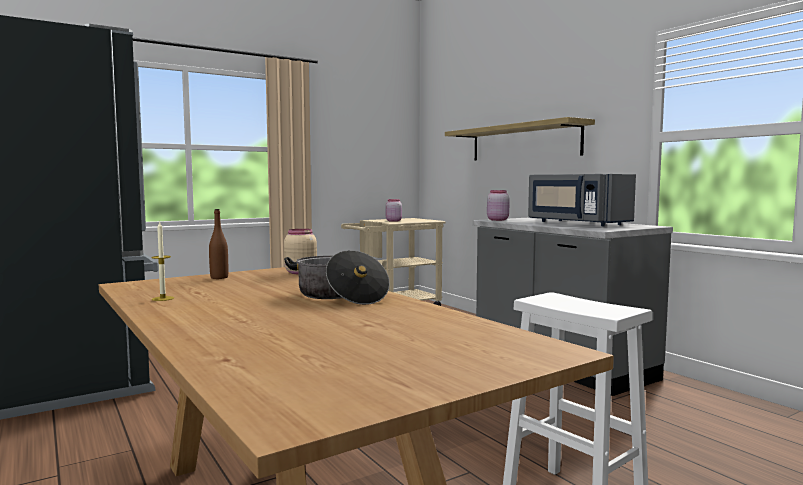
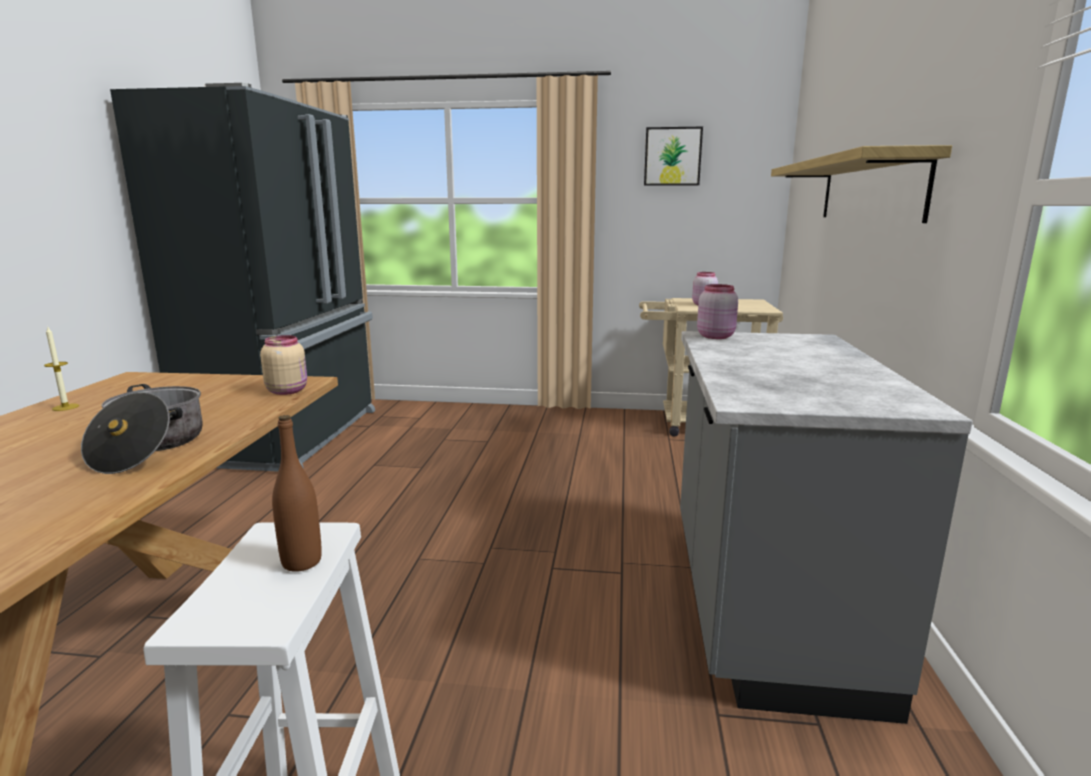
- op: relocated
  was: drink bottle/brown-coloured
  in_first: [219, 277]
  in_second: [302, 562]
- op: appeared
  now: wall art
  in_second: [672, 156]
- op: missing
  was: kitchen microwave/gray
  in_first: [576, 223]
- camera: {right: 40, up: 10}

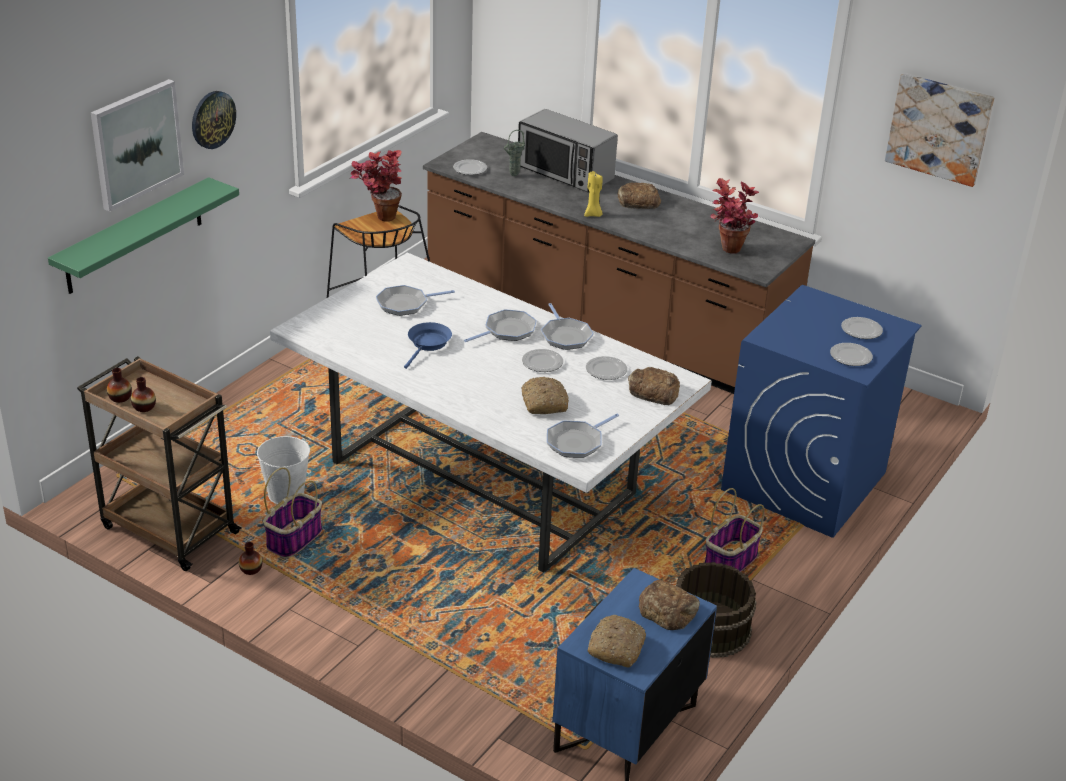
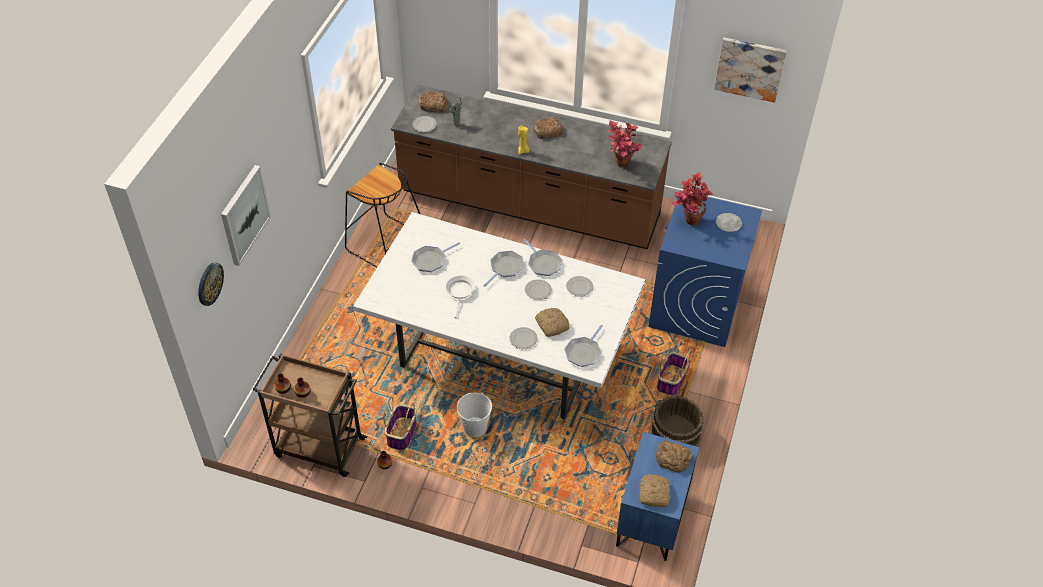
- op: relocated
  was: hanging clock
  in_first: [212, 119]
  in_second: [209, 283]
- op: relocated
  was: bread
  in_first: [653, 391]
  in_second: [433, 105]
- op: colour
  was: frying pan/bluish
  now: frying pan/white-coloured
  in_first: [428, 344]
  in_second: [460, 292]
- op: relocated
  was: bucket/white-coloured
  in_first: [286, 495]
  in_second: [474, 428]
- op: relocated
  was: plate
  in_first: [851, 356]
  in_second: [523, 339]
- op: relocated
  was: plant in a pot
  in_first: [379, 217]
  in_second: [687, 221]
- op: missing
  was: bracket shelf/green-coloured
  in_first: [134, 236]
- op: missing
  was: kitchen microwave
  in_first: [565, 173]
- camera: {right: -15, up: 15}

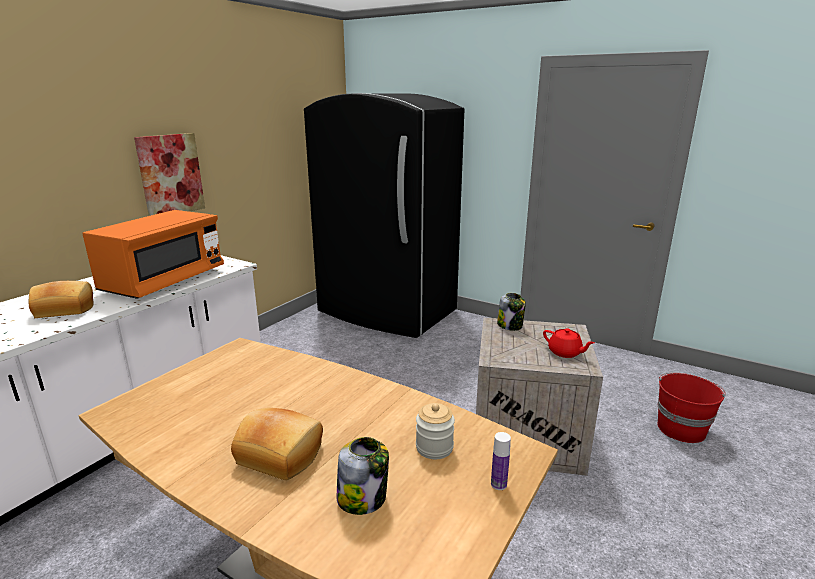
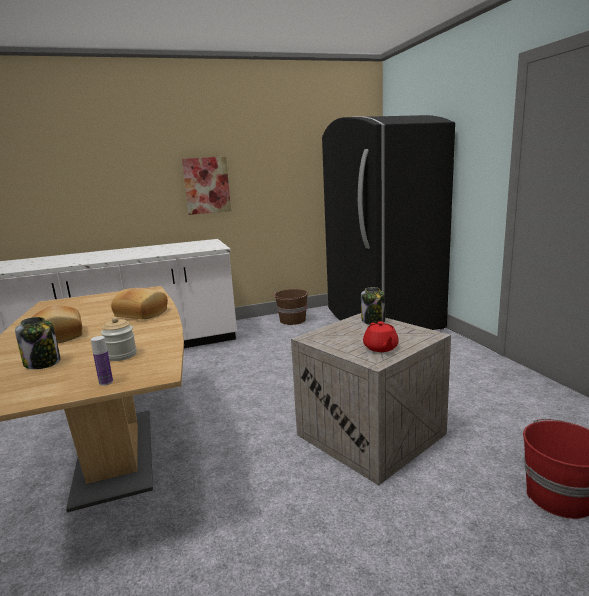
- op: relocated
  was: bread
  in_first: [65, 309]
  in_second: [142, 313]
- op: appeared
  now: bucket/brown-coloured
  in_second: [292, 320]
- op: missing
  was: kitchen microwave/orangey
  in_first: [164, 281]
- camera: {right: 40, up: -5}

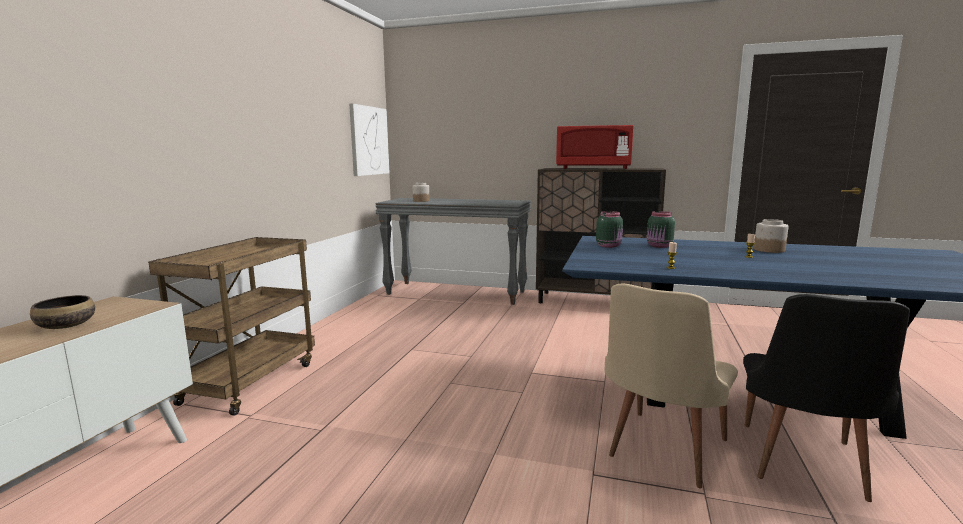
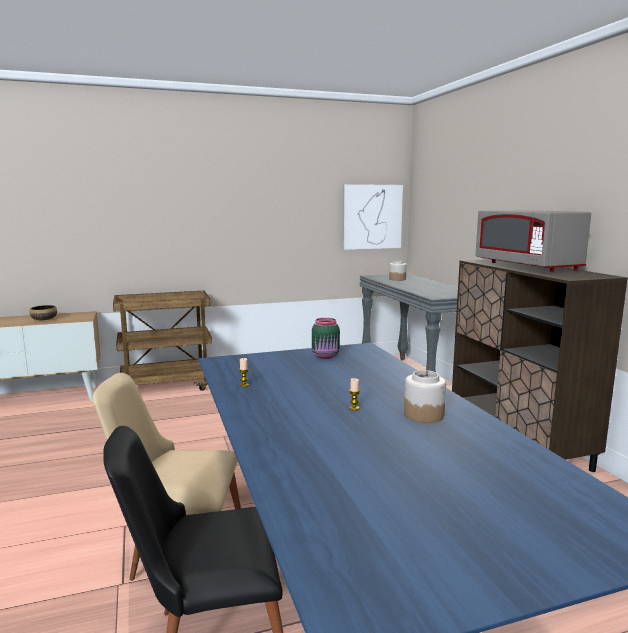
- op: colour
  was: kitchen microwave/reddish
  now: kitchen microwave/gray
  in_first: [593, 168]
  in_second: [527, 266]
- op: missing
  was: preserve jar/green-coloured
  in_first: [659, 246]
- camera: {right: 55, up: 0}

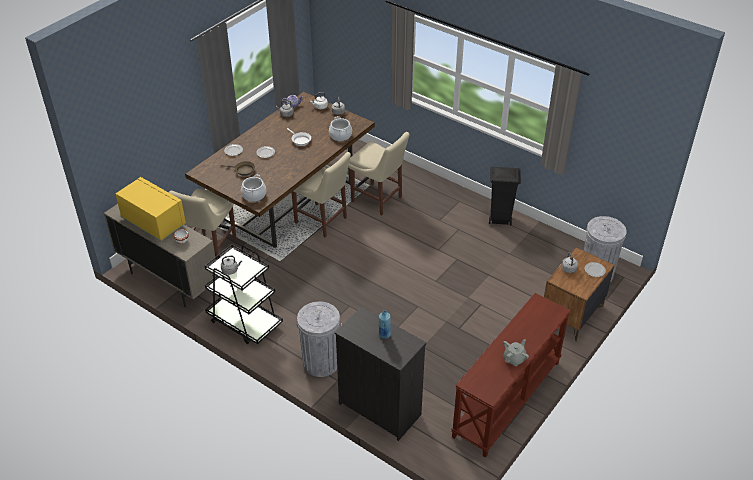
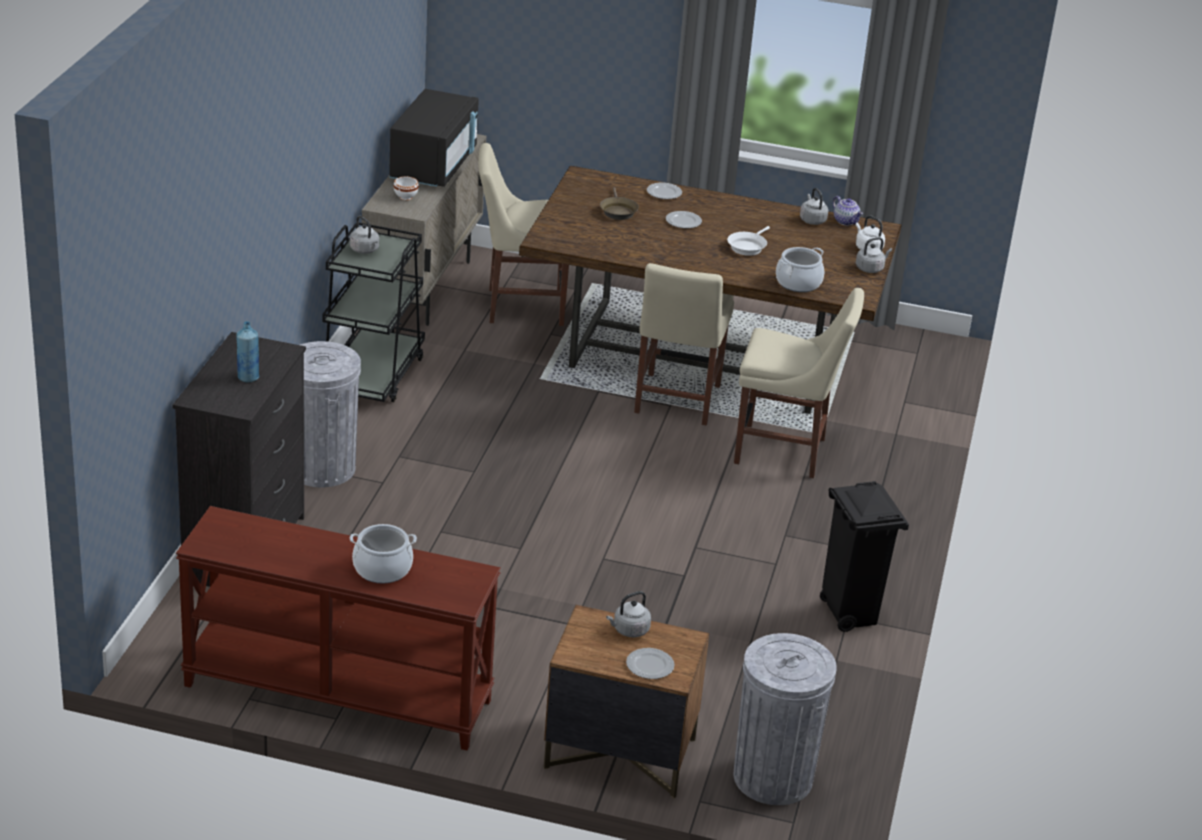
- op: relocated
  was: cooking pot
  in_first: [254, 195]
  in_second: [382, 569]
- op: colour
  was: kitchen microwave/yellowish
  now: kitchen microwave/blackish
  in_first: [153, 222]
  in_second: [434, 166]
- op: spun
  was: plain chair/sand-coloured
  in_first: [378, 200]
  in_second: [785, 452]
  clockwise: -90
- op: missing
  was: teapot/gray
  in_first: [514, 359]
- camera: {right: 65, up: -10}

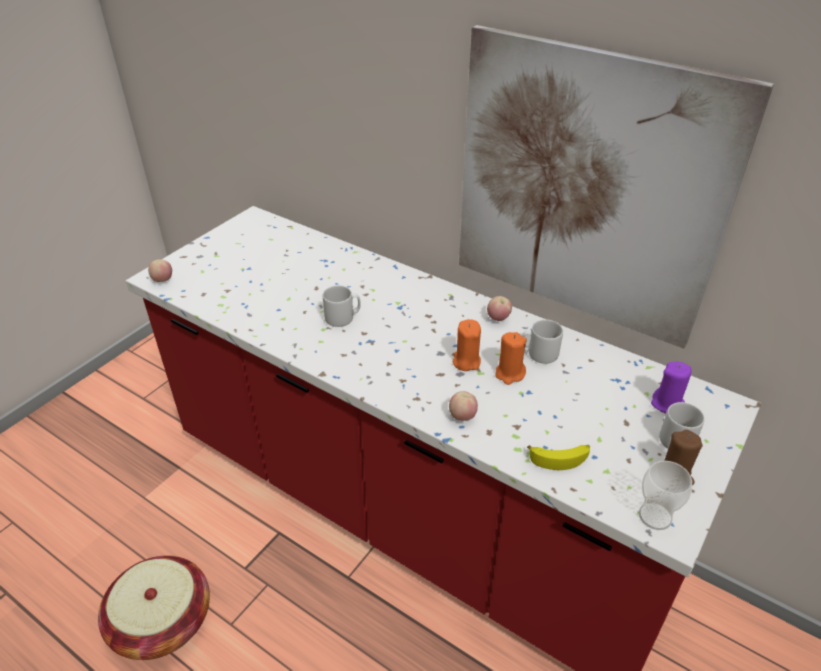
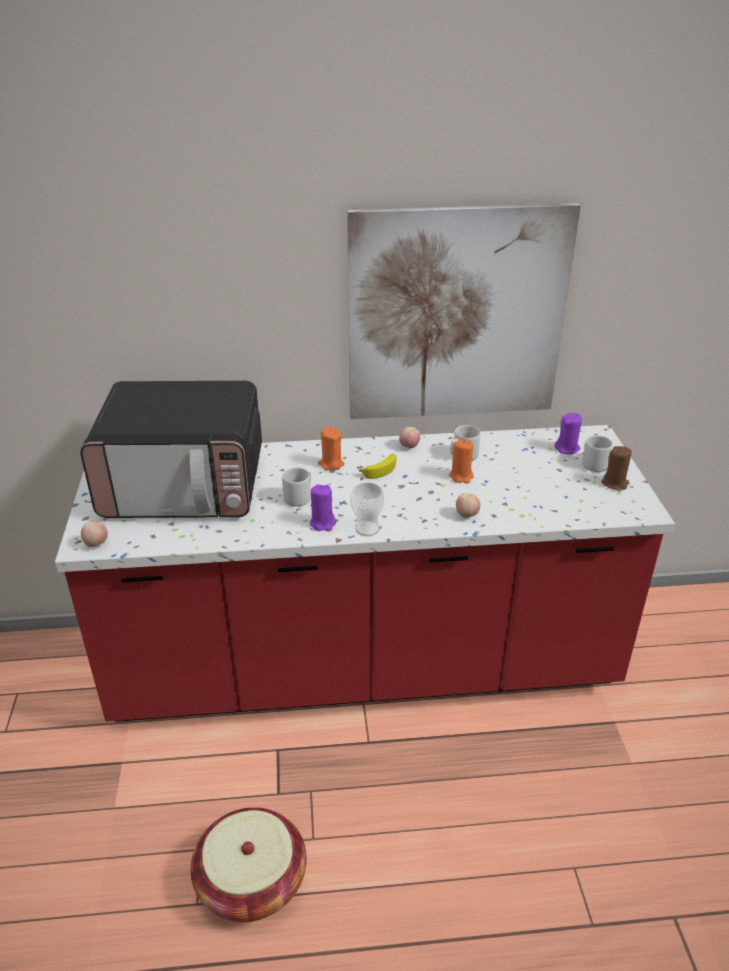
- op: appeared
  now: kitchen microwave
  in_second: [185, 486]
- op: appeared
  now: wax light/purplish
  in_second: [323, 523]
- op: relocated
  was: wax light/orangey
  in_first: [466, 361]
  in_second: [331, 464]
- op: relocated
  was: cup
  in_first: [655, 516]
  in_second: [367, 529]
- op: relocated
  was: banana fruit
  in_first: [560, 458]
  in_second: [380, 469]
- camera: {right: -40, up: -5}

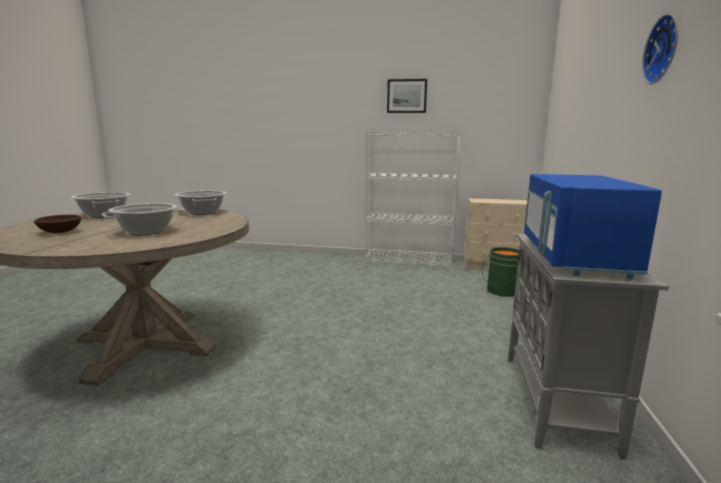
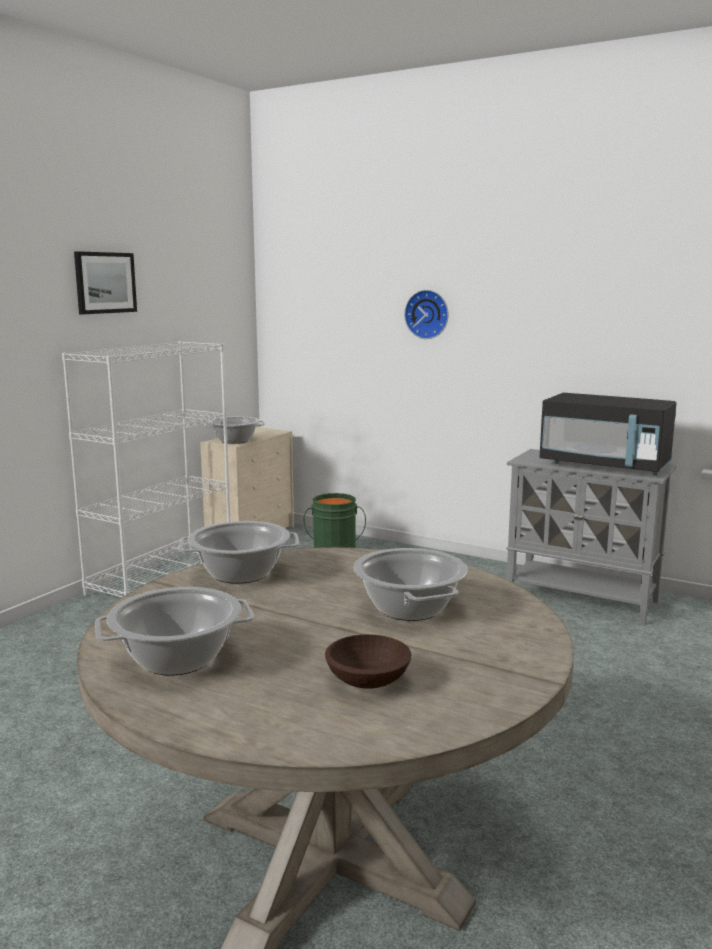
- op: appeared
  now: cooking pot
  in_second: [235, 440]
- op: relocated
  was: hanging clock
  in_first: [665, 49]
  in_second: [427, 314]
- op: colour
  was: kitchen microwave/bluish
  now: kitchen microwave/blackish
  in_first: [573, 258]
  in_second: [605, 466]
- camera: {right: -70, up: 0}

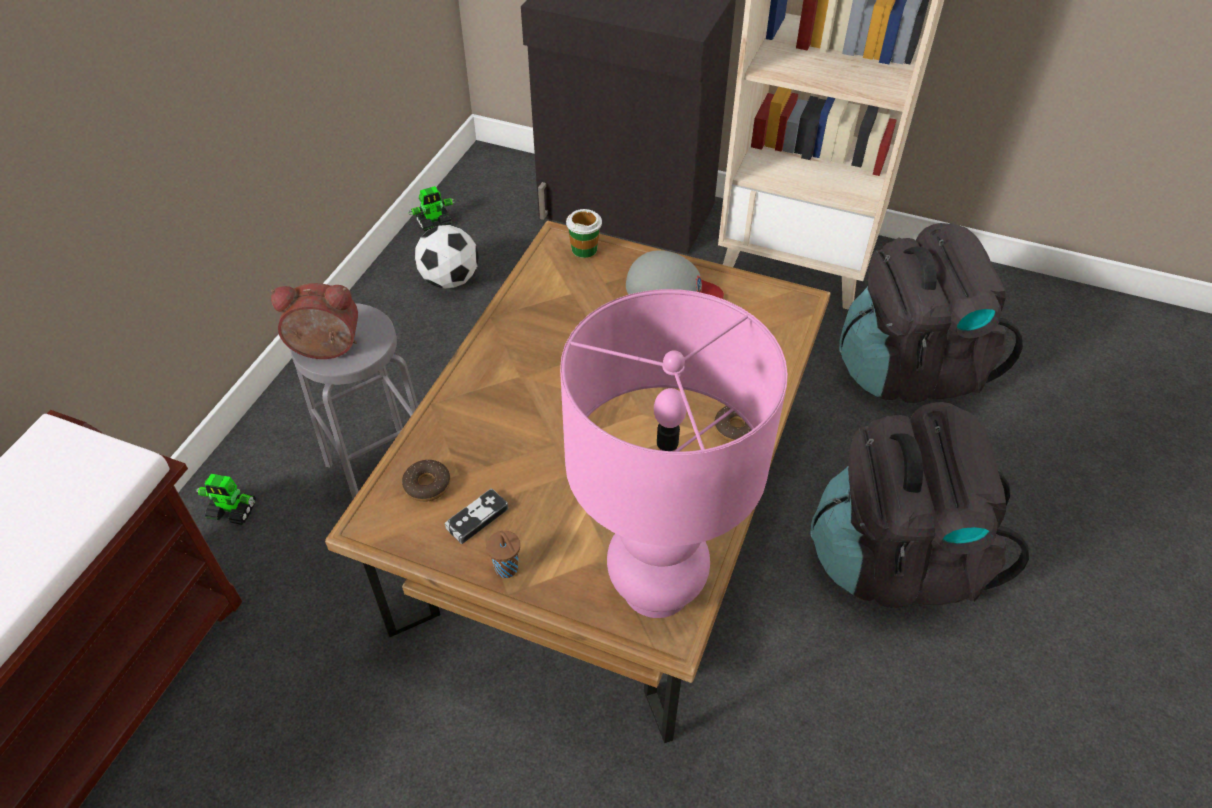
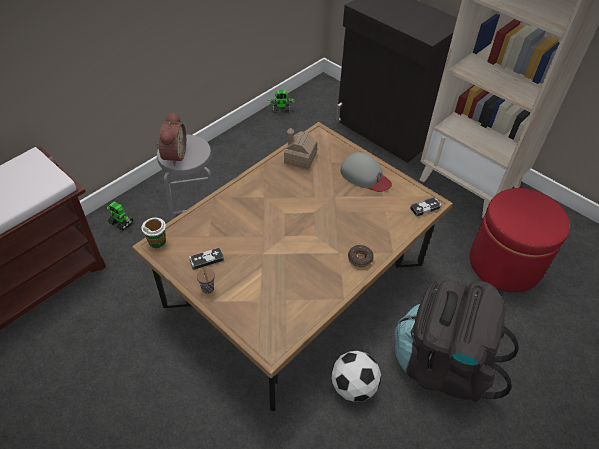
- op: relocated
  was: cup
  in_first: [584, 249]
  in_second: [157, 241]
- op: spun
  was: table clock
  in_first: [326, 350]
  in_second: [173, 155]
  clockwise: 75
- op: appeared
  now: toy house
  in_second: [300, 158]
- op: relocated
  was: ball for football
  in_first: [450, 280]
  in_second: [353, 386]
- op: appeared
  now: joypad
  in_second: [425, 208]
- op: exchanged
  was: backpack/blackish
  now: pouffe/reddish
  in_first: [910, 369]
  in_second: [504, 263]
- op: missing
  was: doughnut
  in_first: [427, 485]
- op: missing
  was: tabletop lamp/pinkish
  in_first: [657, 586]
- camera: {right: 20, up: 0}

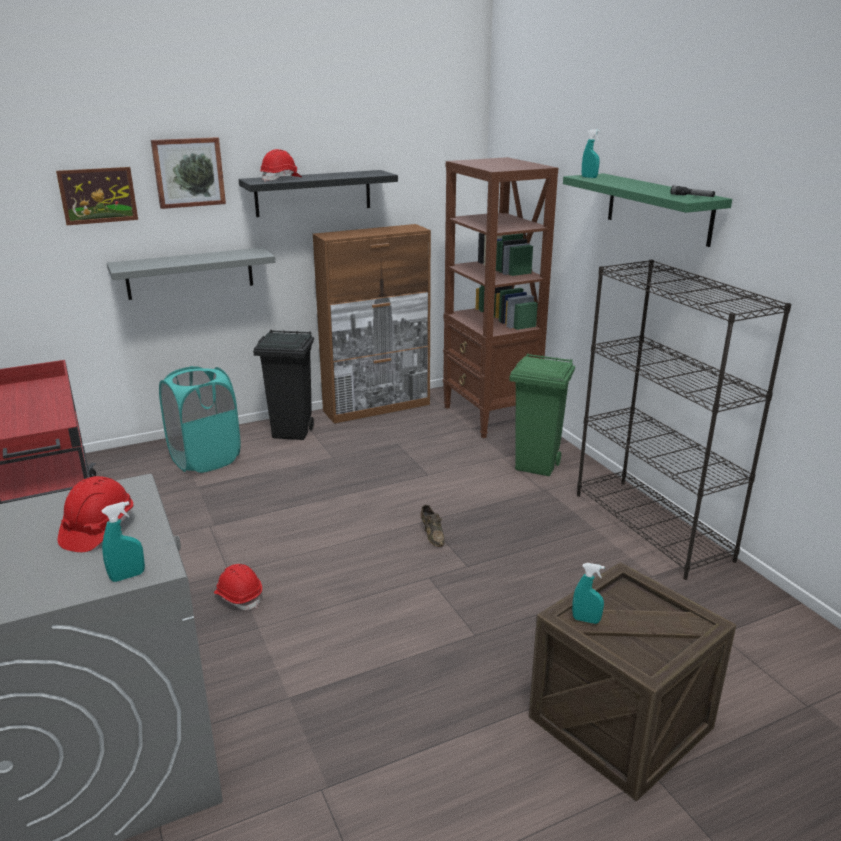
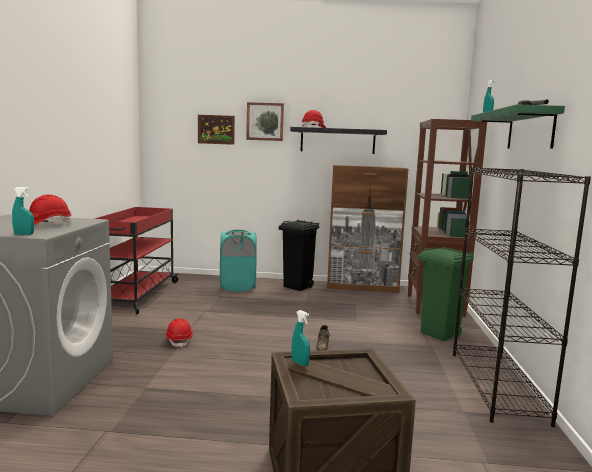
- op: missing
  was: bracket shelf/gray
  in_first: [190, 273]
- camera: {right: 30, up: -15}

